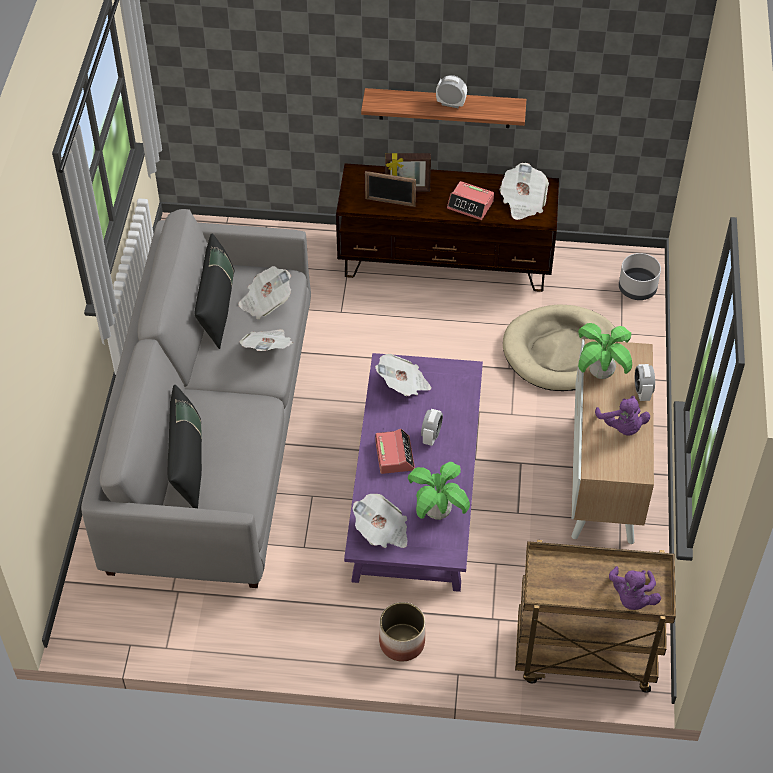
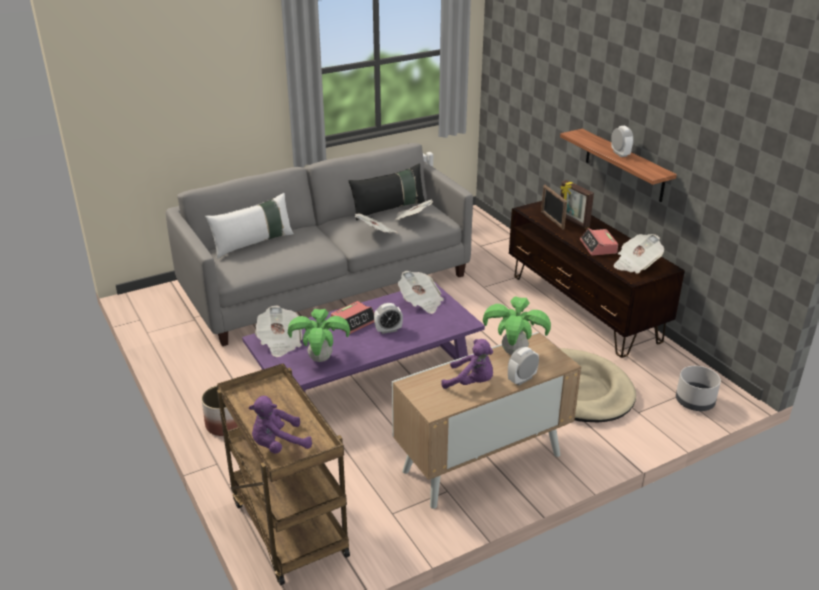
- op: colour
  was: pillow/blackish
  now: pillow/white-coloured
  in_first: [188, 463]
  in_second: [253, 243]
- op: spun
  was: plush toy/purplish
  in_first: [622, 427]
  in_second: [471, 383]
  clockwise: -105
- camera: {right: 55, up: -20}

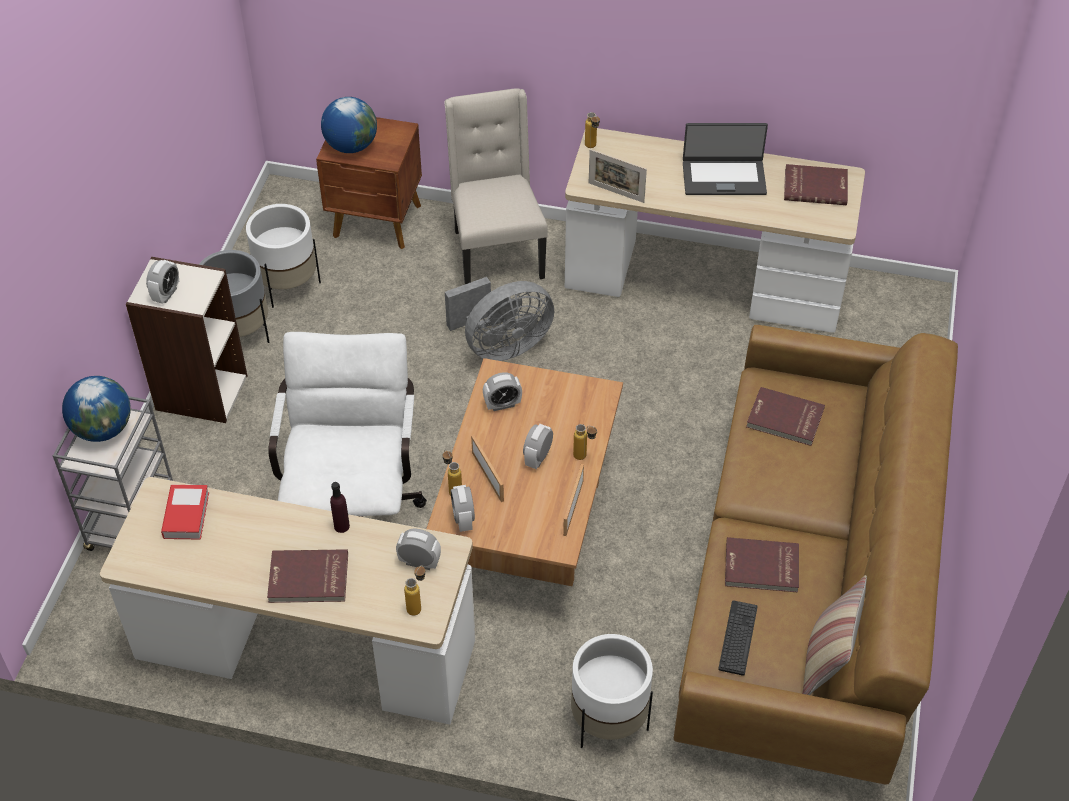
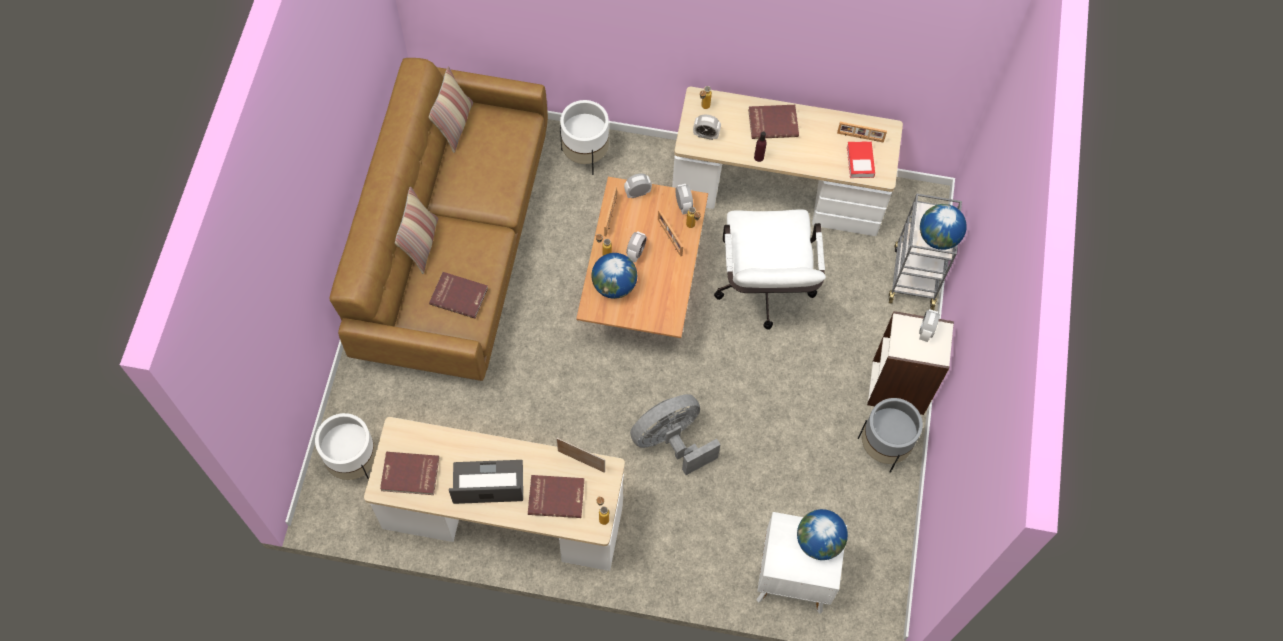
- op: relocated
  was: plant pot/white-coloured
  in_first: [288, 286]
  in_second: [353, 462]
- op: appeared
  now: pillow
  in_second: [421, 244]
- op: relocated
  was: bound book/reddish
  in_first: [761, 568]
  in_second: [556, 496]
- op: appeared
  now: globe
  in_second: [614, 285]
- op: relocated
  was: table clock
  in_first: [502, 404]
  in_second: [637, 193]
- op: colour
  was: night table/brown-coloured
  now: night table/white-coloured
  in_first: [378, 222]
  in_second: [792, 577]
- op: appeared
  now: picture frame
  in_second: [860, 137]
- op: missing
  was: plain chair/sand-coloured
  in_first: [496, 253]
- op: missing
  was: PC keyboard
  in_first: [738, 638]
- camera: {right: 175, up: 15}

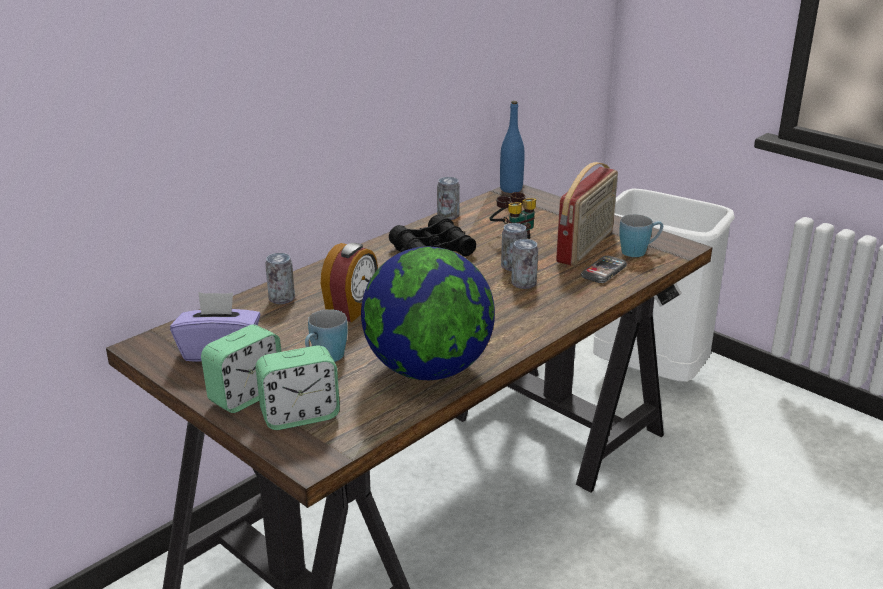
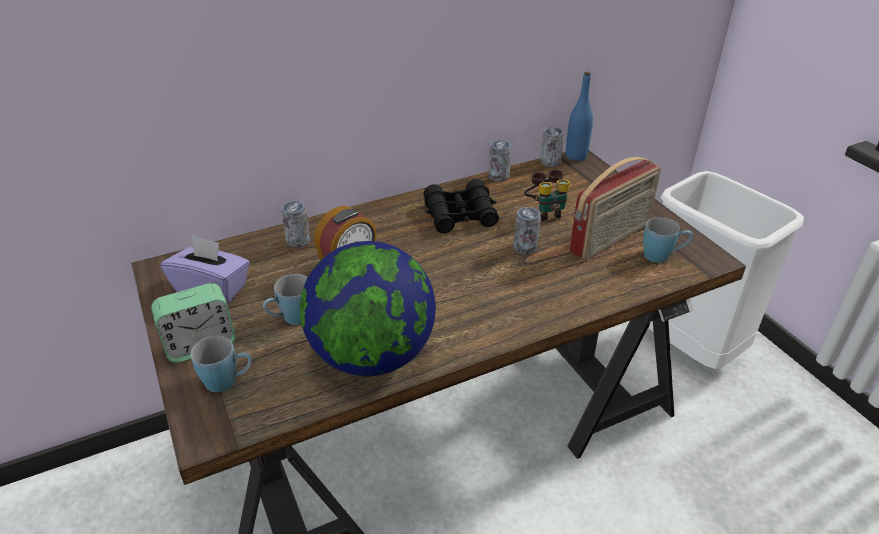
- op: exchanged
  was: table clock
  now: tea mug/bluish
  in_first: [300, 416]
  in_second: [228, 381]
- op: relocated
  was: metal can
  in_first: [523, 283]
  in_second: [550, 163]
- op: missing
  was: phone
  in_first: [603, 271]
- camera: {right: 20, up: 10}

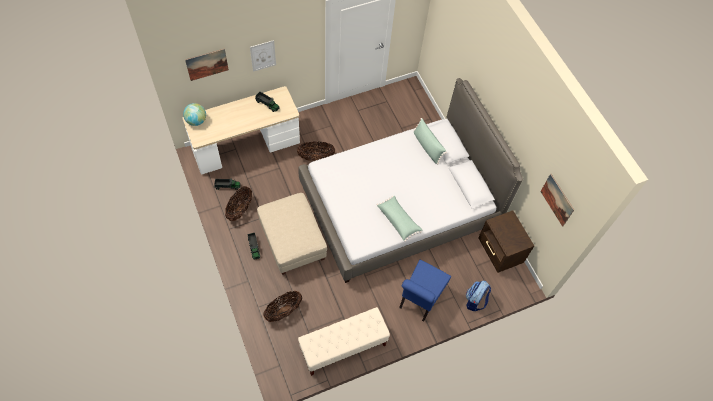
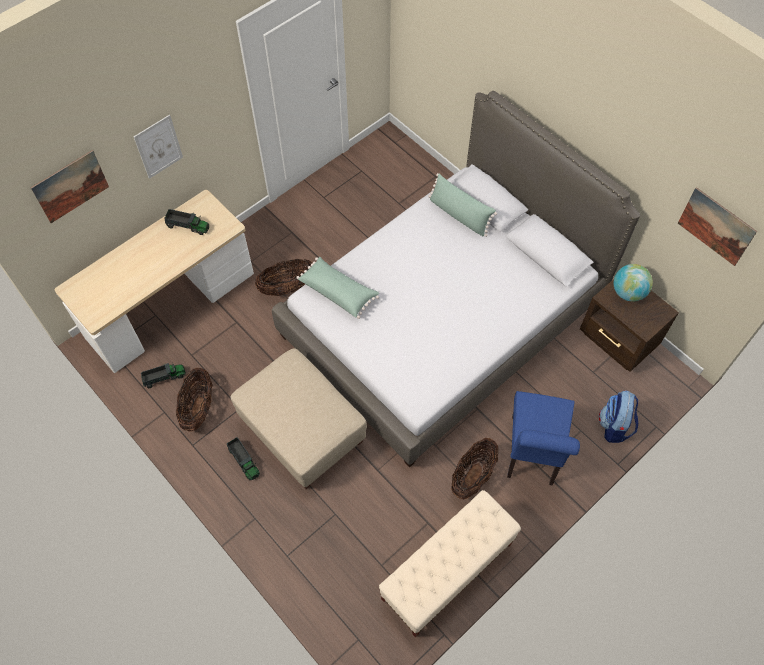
- op: relocated
  was: pillow/green-coloured
  in_first: [398, 220]
  in_second: [338, 291]
- op: relocated
  was: basket
  in_first: [283, 311]
  in_second: [472, 476]
- op: relocated
  was: globe
  in_first: [196, 121]
  in_second: [628, 292]
- camera: {right: -15, up: 0}

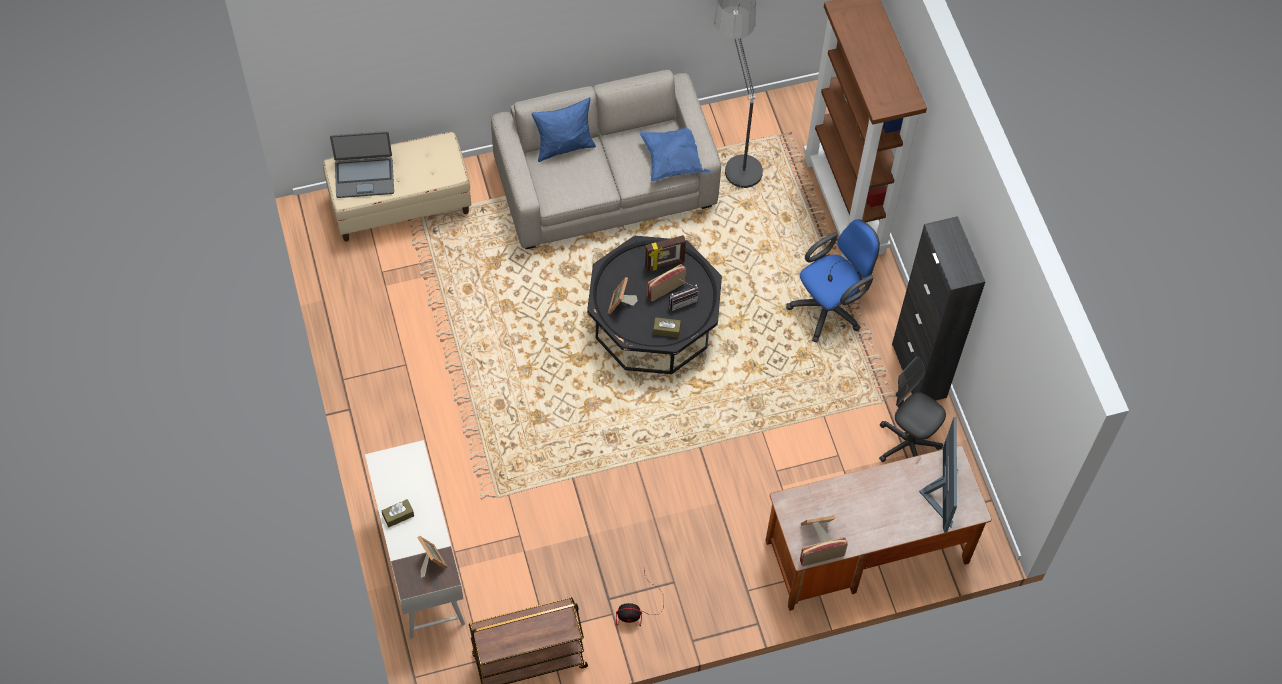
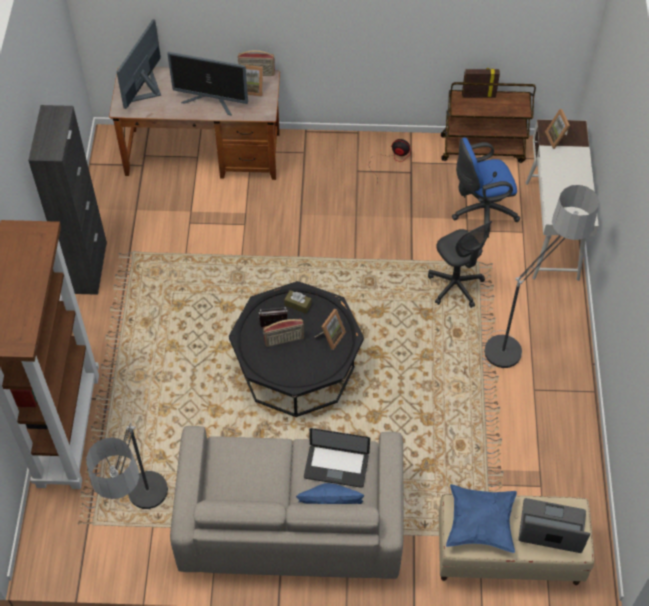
- op: appeared
  now: computer screen
  in_second: [211, 101]
- op: appeared
  now: notebook computer
  in_second: [336, 466]
- op: relocated
  was: office chair/gray
  in_first: [907, 445]
  in_second: [455, 286]
- op: relocated
  was: pillow/bluish
  in_first: [674, 160]
  in_second: [480, 524]
- op: relocated
  was: office chair/bluish
  in_first: [830, 307]
  in_second: [481, 212]
- op: relocated
  was: picture frame
  in_first: [664, 264]
  in_second: [478, 95]
- op: appeared
  now: standing lamp
  in_second: [523, 335]
- op: missing
  was: tissue holder/brown-coloured
  in_first: [398, 515]
- camera: {right: -160, up: -5}

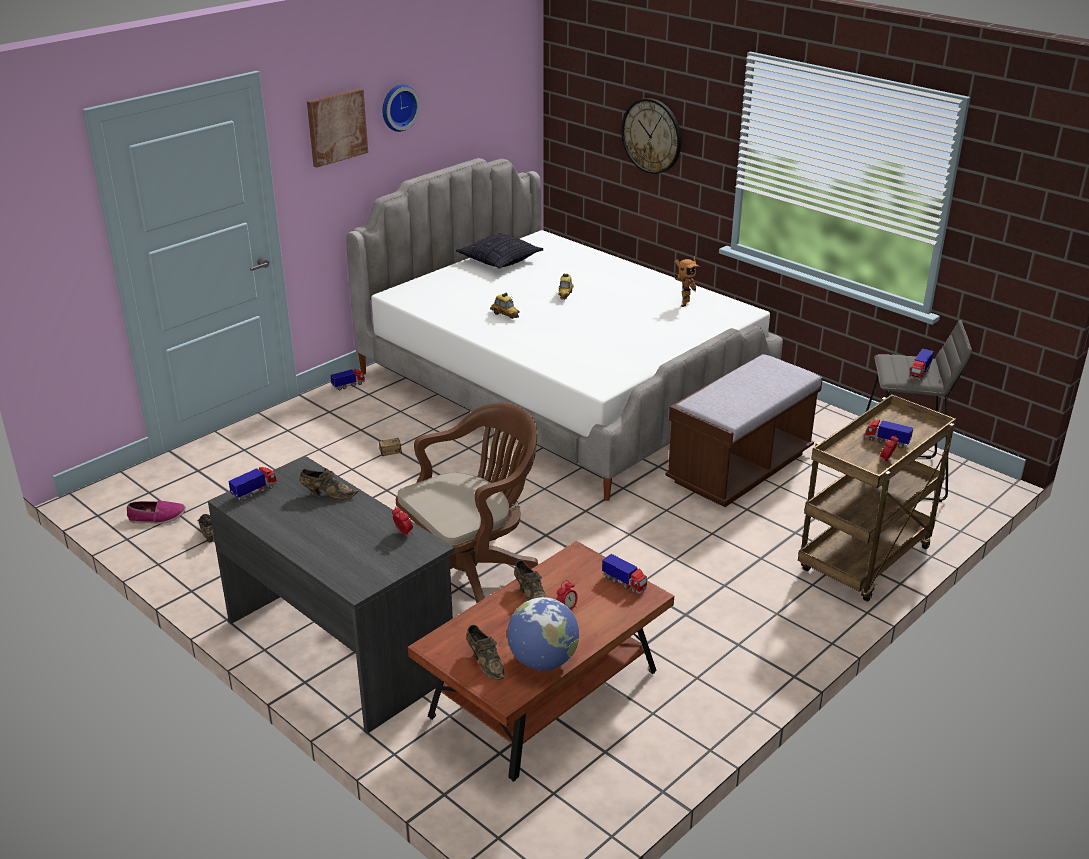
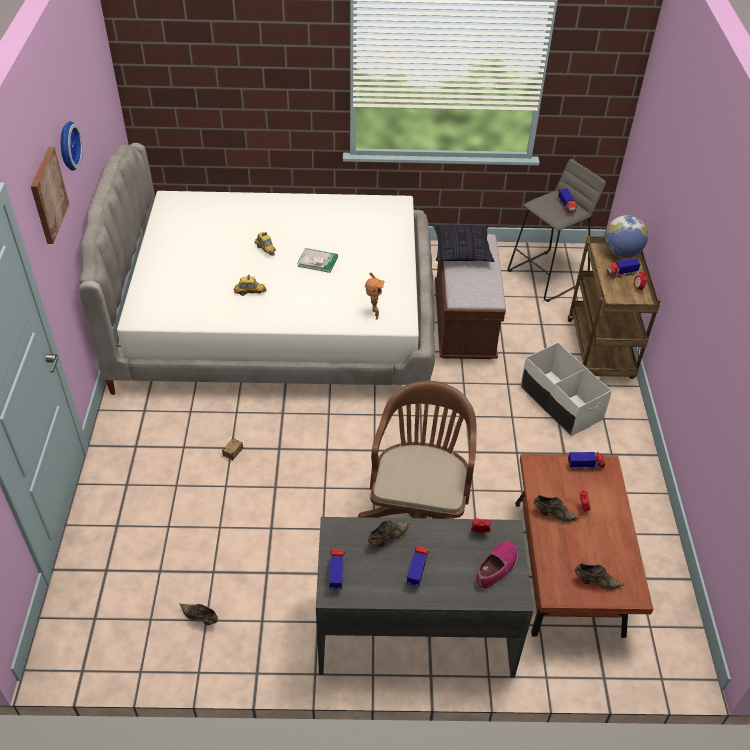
- op: appeared
  now: bound book
  in_second: [317, 261]
- op: relocated
  was: model robot
  in_first: [683, 303]
  in_second: [373, 315]
- op: relocated
  was: toy lorry
  in_first: [348, 385]
  in_second: [417, 571]
- op: relocated
  was: pillow
  in_first: [500, 261]
  in_second: [461, 251]
- op: relocated
  was: low shoe
  in_first: [157, 517]
  in_second: [496, 568]
- op: appeared
  now: storage container/white-coloured
  in_second: [560, 403]
- op: relocated
  was: globe
  in_first: [543, 661]
  in_second: [621, 253]
- op: missing
  was: hanging clock
  in_first: [652, 136]
- camera: {right: -45, up: 15}

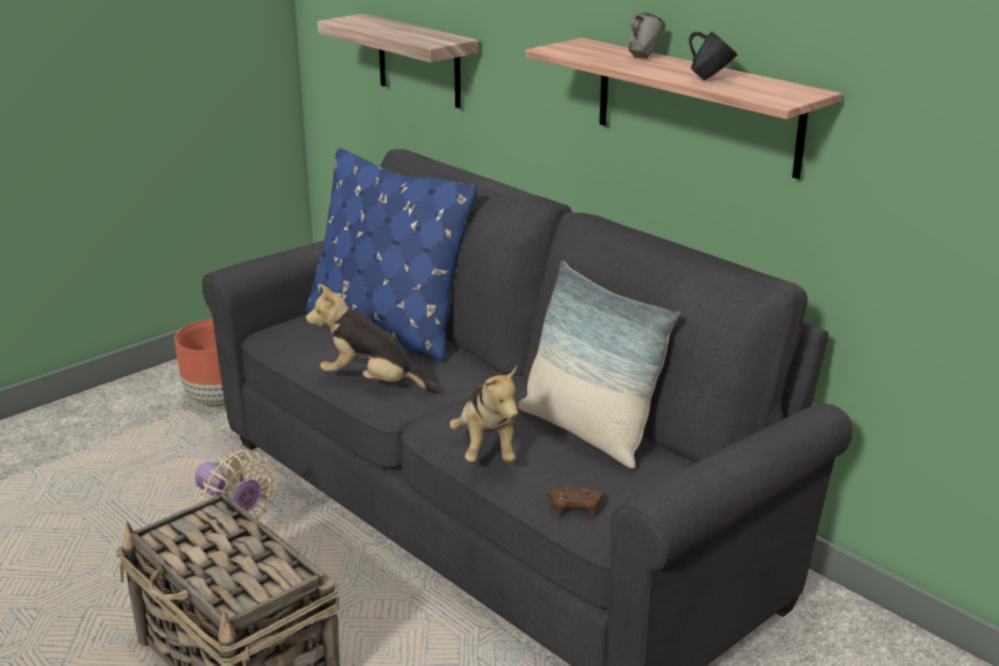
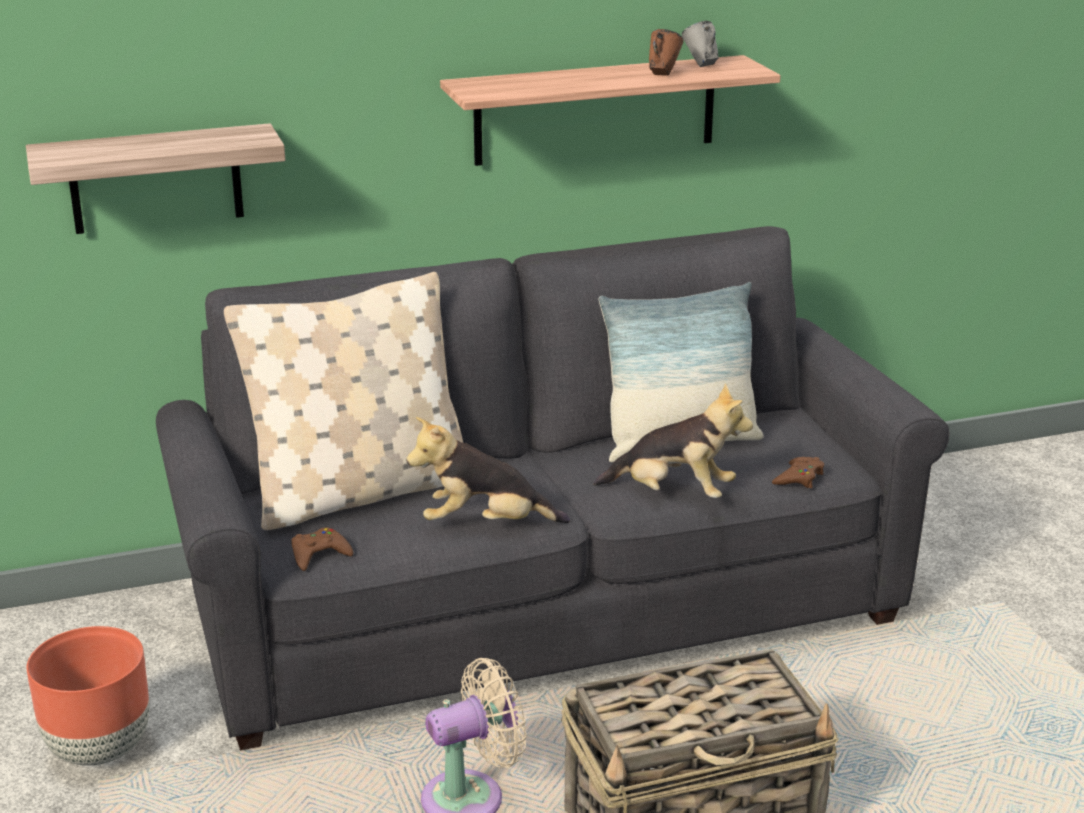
- op: colour
  was: pillow/bluish
  now: pillow/sand-coloured
  in_first: [387, 329]
  in_second: [360, 492]
- op: appeared
  now: joypad/brown-coloured
  in_second: [319, 554]
- op: spun
  was: plush toy
  in_first: [373, 383]
  in_second: [485, 524]
  clockwise: 45
- op: colour
  was: tea mug/bluish
  now: tea mug/brown-coloured
  in_first: [710, 79]
  in_second: [662, 74]
- op: relocated
  was: tea mug/gray
  in_first: [643, 57]
  in_second: [700, 65]
- camera: {right: -65, up: 0}

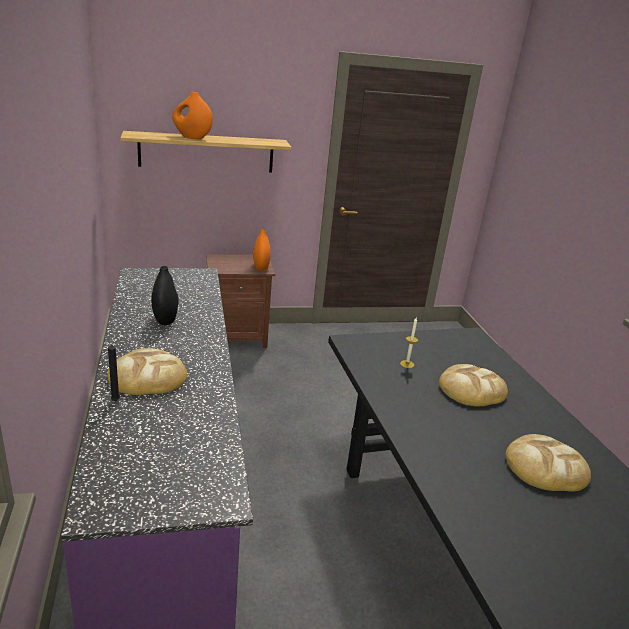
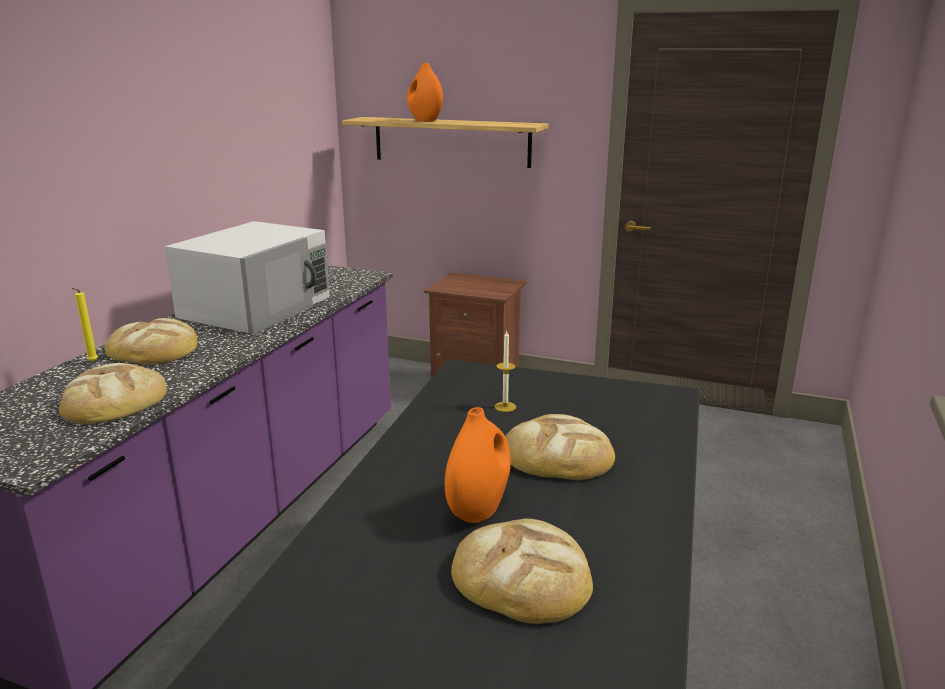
- op: appeared
  now: bread
  in_second: [114, 400]
- op: colour
  was: wax light/blackish
  now: wax light/yellowish
  in_first: [115, 402]
  in_second: [91, 362]
- op: exchanged
  was: vase/blackish
  now: kitchen microwave/white-coloured
  in_first: [165, 319]
  in_second: [257, 306]
- op: relocated
  was: vase/orangey
  in_first: [261, 267]
  in_second: [478, 509]
- camera: {right: 35, up: -5}

